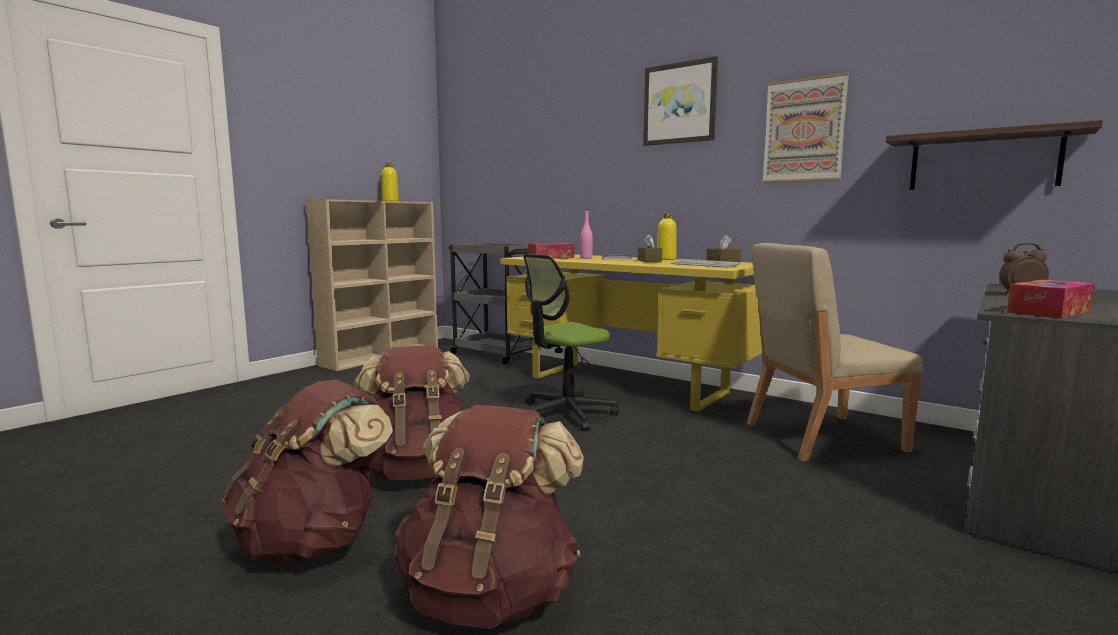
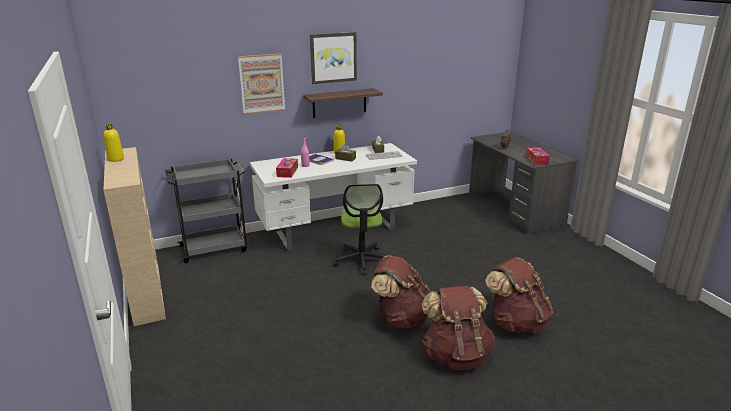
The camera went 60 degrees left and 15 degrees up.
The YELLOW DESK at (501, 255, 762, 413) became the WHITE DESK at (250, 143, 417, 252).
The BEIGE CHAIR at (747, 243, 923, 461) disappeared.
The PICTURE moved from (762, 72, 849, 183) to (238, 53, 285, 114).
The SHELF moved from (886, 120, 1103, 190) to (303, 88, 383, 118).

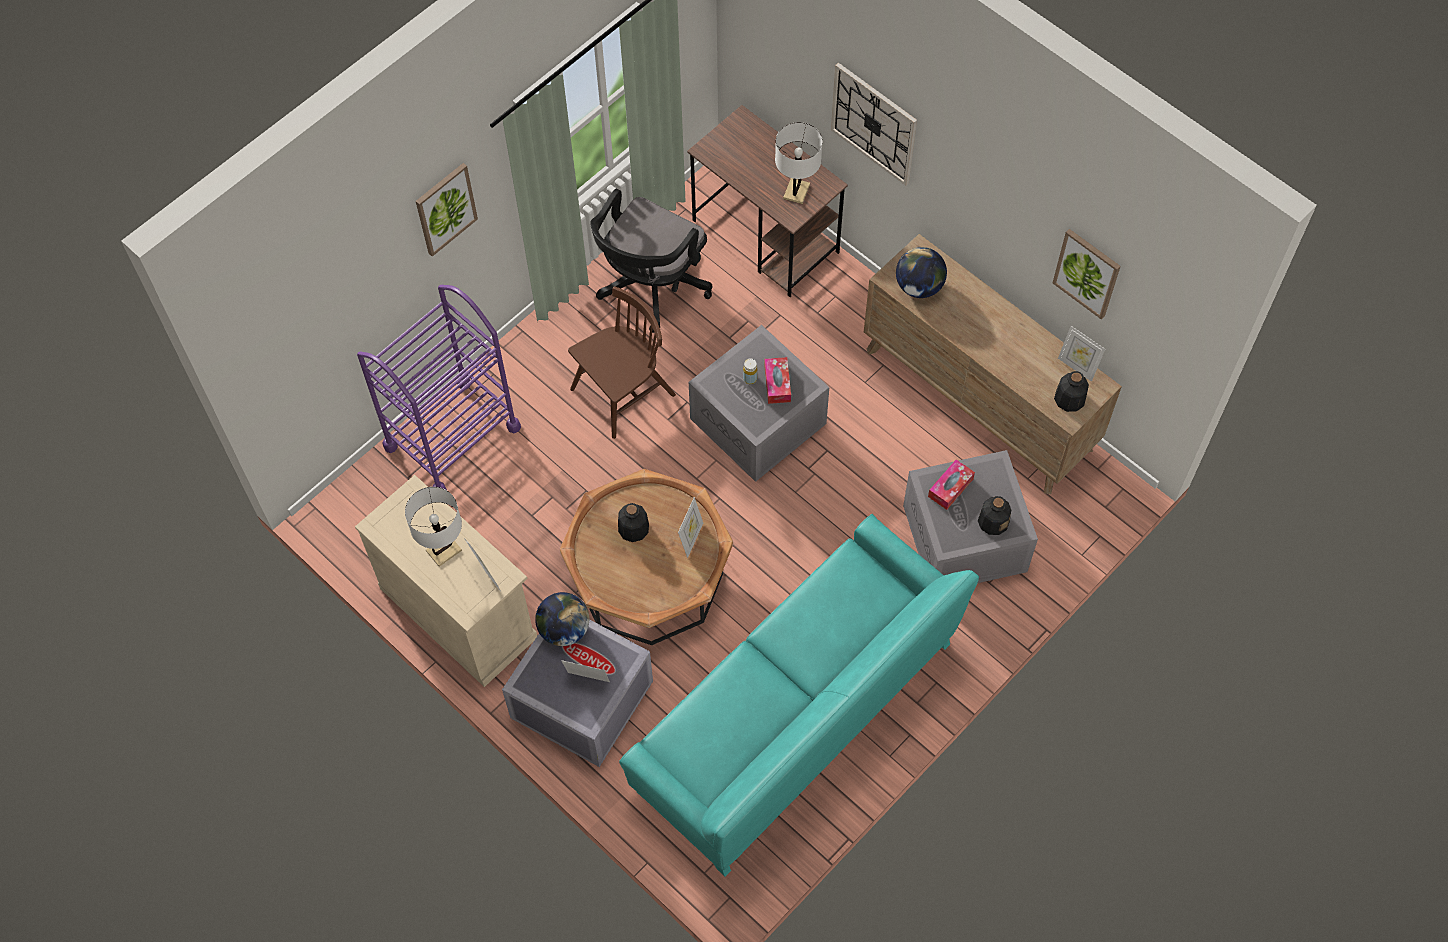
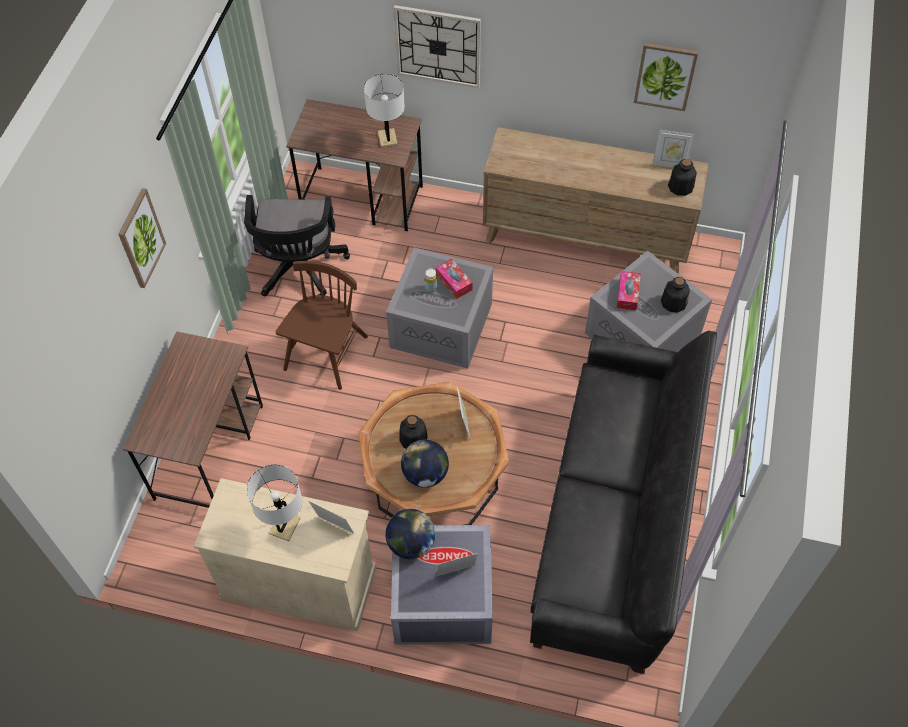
The camera went 30 degrees left and 5 degrees down.
The PURPLE CART at (357, 285, 521, 490) was replaced by the BROWN DESK at (123, 331, 263, 508).
The TURQUOISE SOFA at (619, 514, 979, 877) became the BLACK SOFA at (530, 330, 717, 674).
The GLOBE moved from (896, 247, 947, 298) to (401, 440, 449, 488).

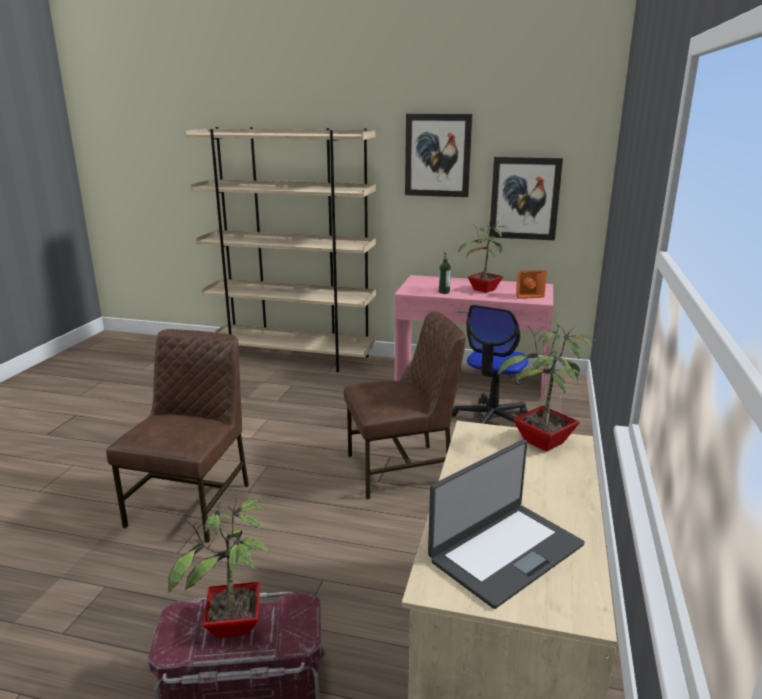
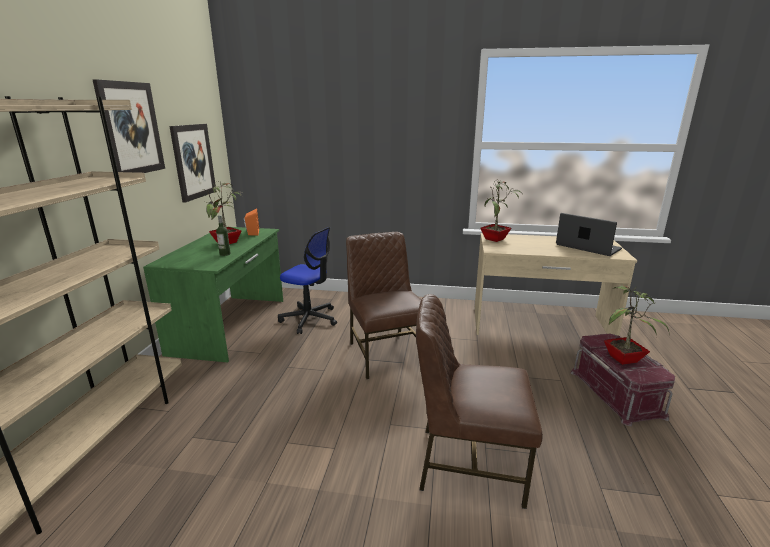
The camera went 95 degrees left and 0 degrees up.
The PINK DESK at (395, 275, 553, 401) became the GREEN DESK at (143, 227, 283, 363).

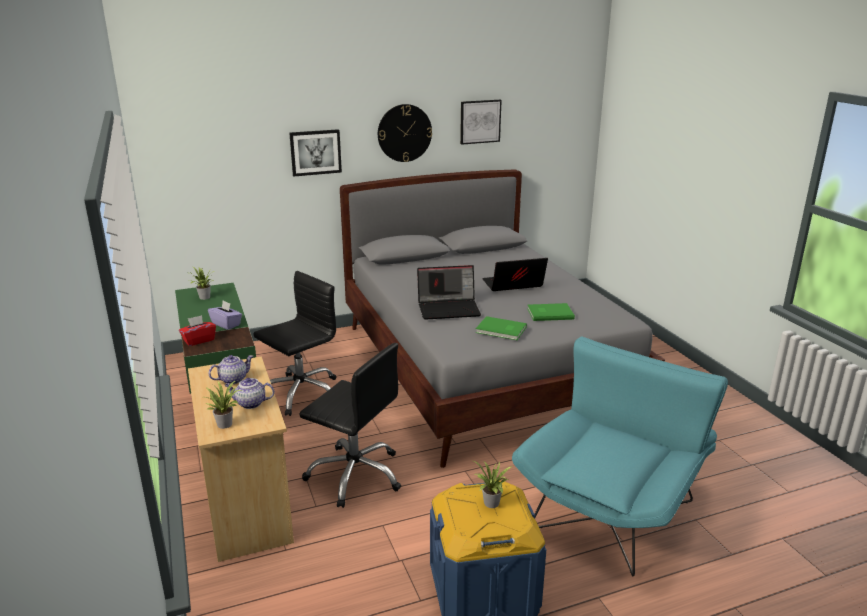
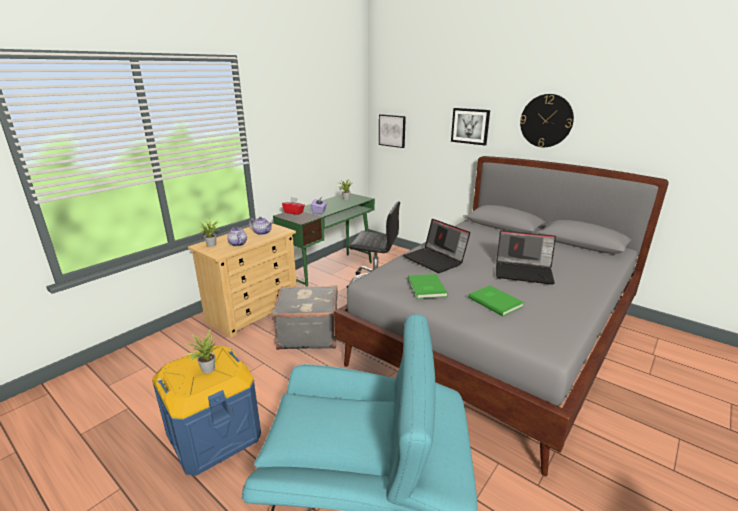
The camera went 60 degrees right and 0 degrees up.
The BLACK OFFICE CHAIR at (300, 343, 401, 508) was replaced by the GREY SUITCASE at (272, 285, 338, 350).
The PICTURE moved from (460, 100, 502, 145) to (379, 114, 406, 148).
The LAPTOP at (482, 258, 548, 291) turned 150 degrees clockwise.

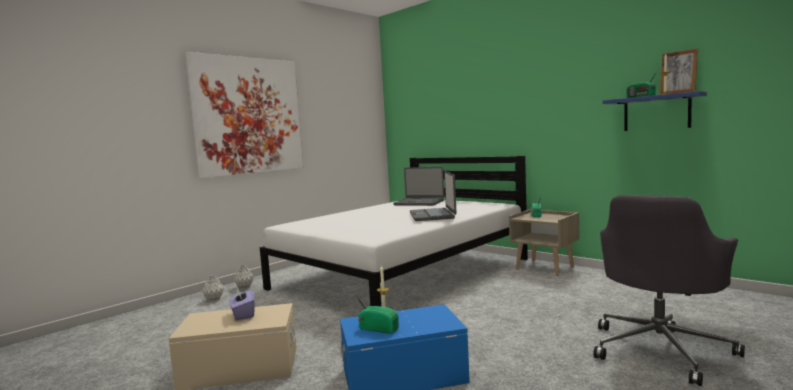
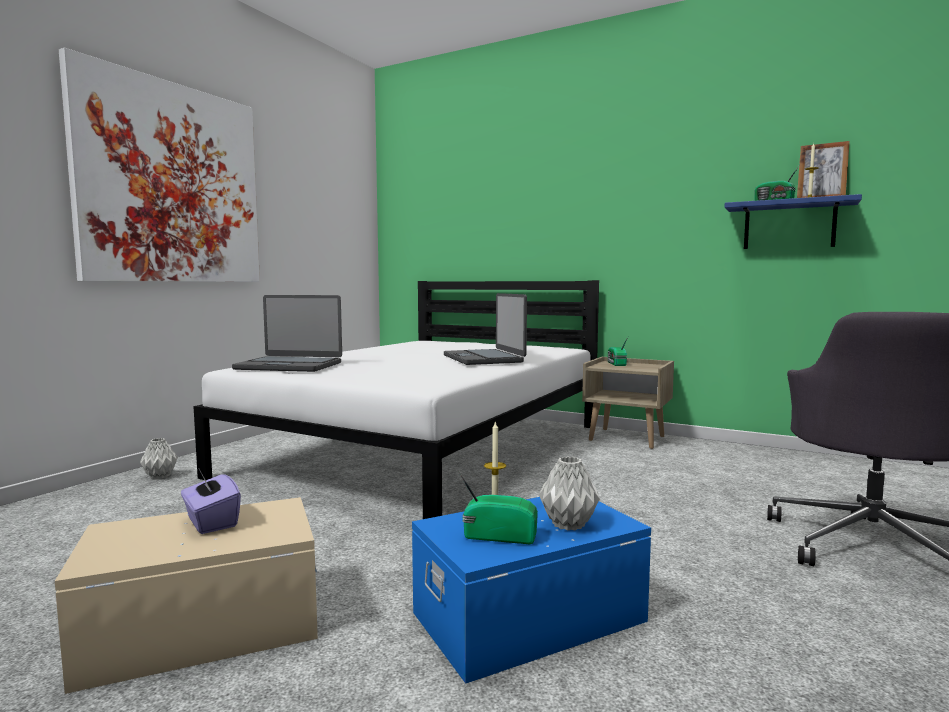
The camera went 15 degrees left and 0 degrees up.
The GREY VASE moved from (202, 276, 224, 302) to (539, 456, 600, 531).
The LAPTOP moved from (393, 167, 444, 206) to (232, 295, 342, 372).

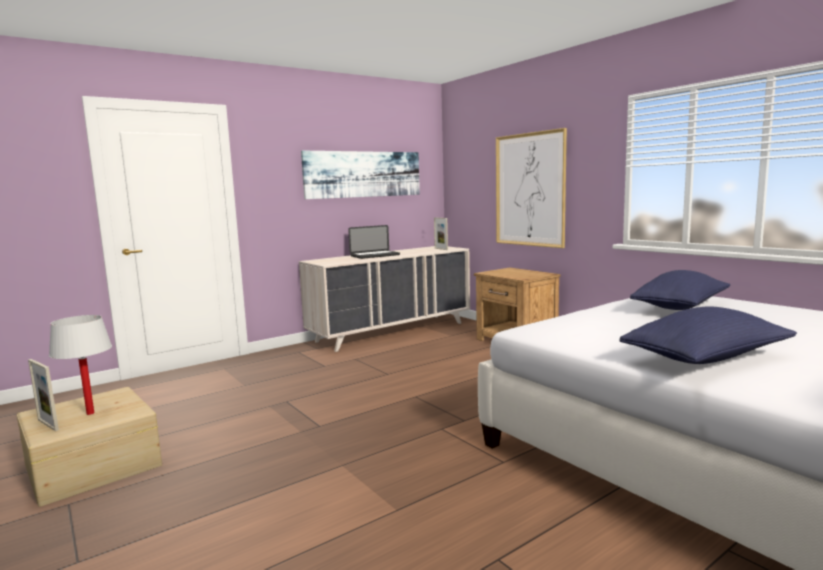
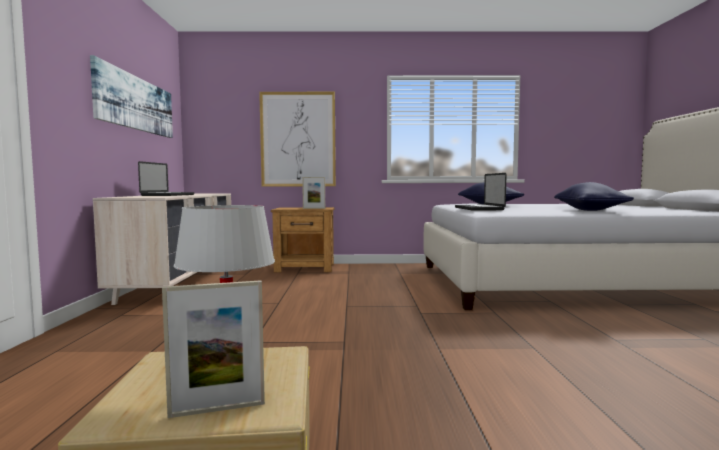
The camera went 55 degrees left and 5 degrees down.
The PICTURE FRAME moved from (434, 217, 448, 250) to (302, 177, 325, 209).
The LAPTOP at (455, 173, 507, 211) appeared.

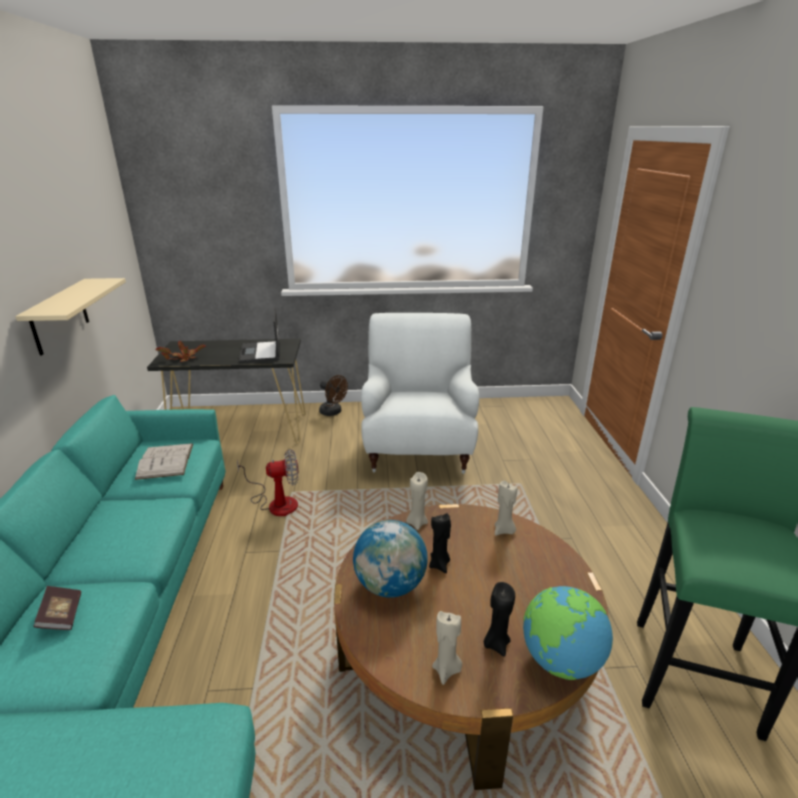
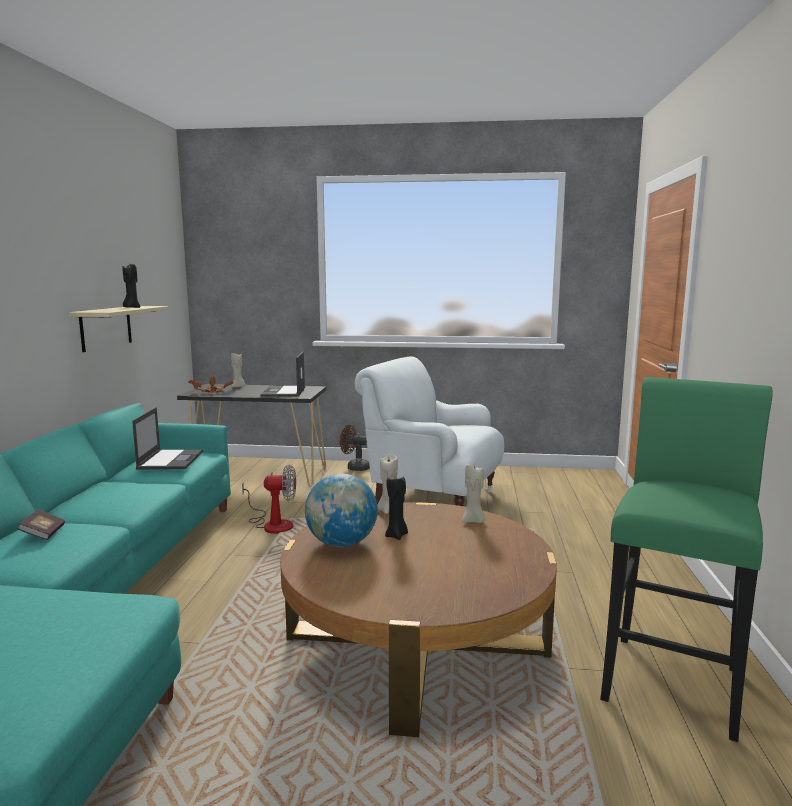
The camera went 10 degrees right and 15 degrees down.
The WHITE BOOK at (135, 443, 193, 480) was replaced by the LAPTOP at (132, 407, 203, 469).
The BROWN FAN at (319, 375, 348, 416) turned 150 degrees clockwise.
The WHITE ARMCHAIR at (361, 313, 479, 474) turned 75 degrees counterclockwise.
The BEIGE CANDLE moved from (432, 611, 462, 685) to (231, 353, 245, 387).
The BLACK CANDLE moved from (484, 582, 515, 657) to (122, 264, 140, 308).
The GLOBE at (523, 586, 613, 680) disappeared.

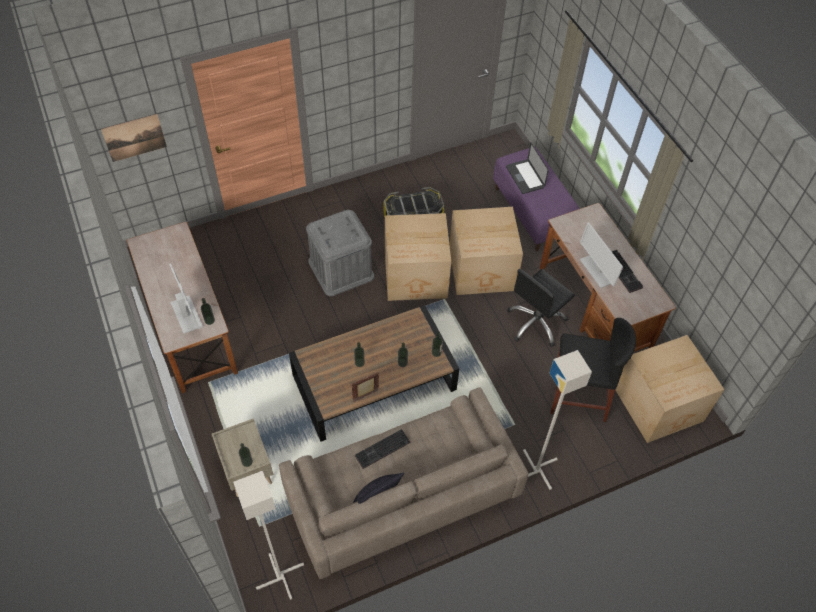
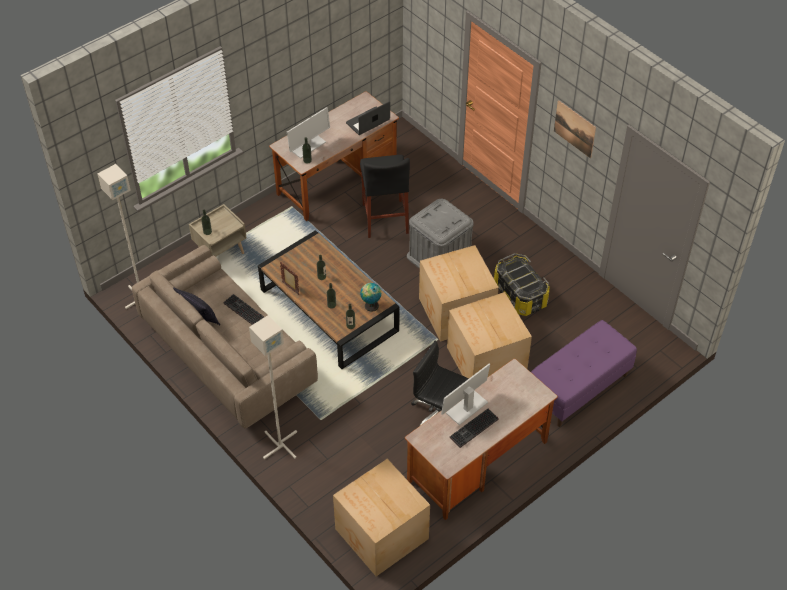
The camera went 75 degrees right and 5 degrees down.
The PICTURE moved from (101, 114, 167, 162) to (554, 100, 596, 158).
The LAPTOP moved from (506, 143, 549, 194) to (346, 101, 390, 135).
The BLACK STOOL moved from (550, 318, 636, 422) to (360, 155, 410, 238).
The GLOBE at (360, 283, 381, 312) appeared.

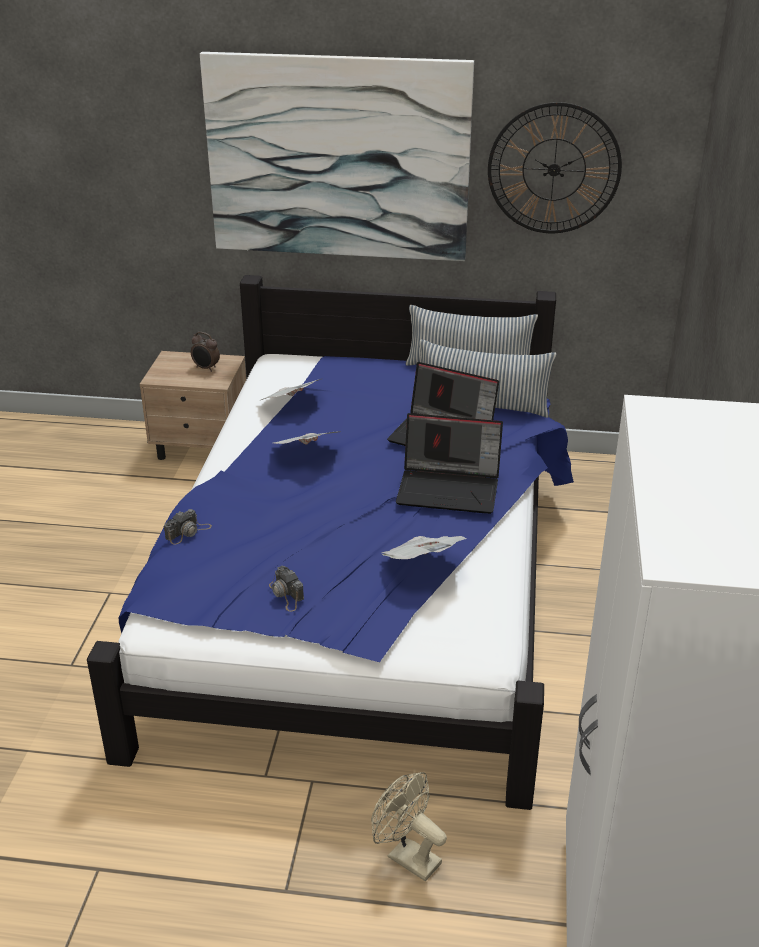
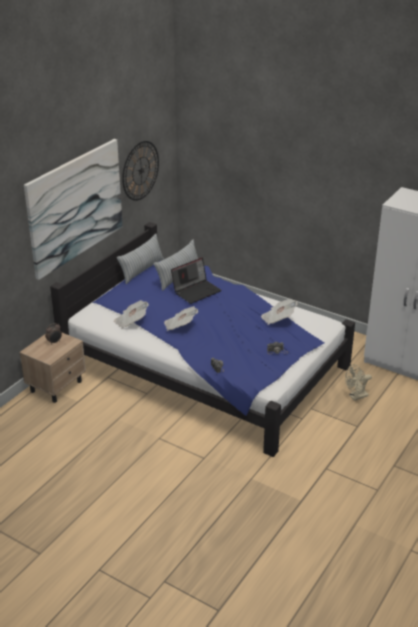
The camera went 65 degrees left and 0 degrees up.
The LAPTOP at (396, 413, 503, 514) disappeared.

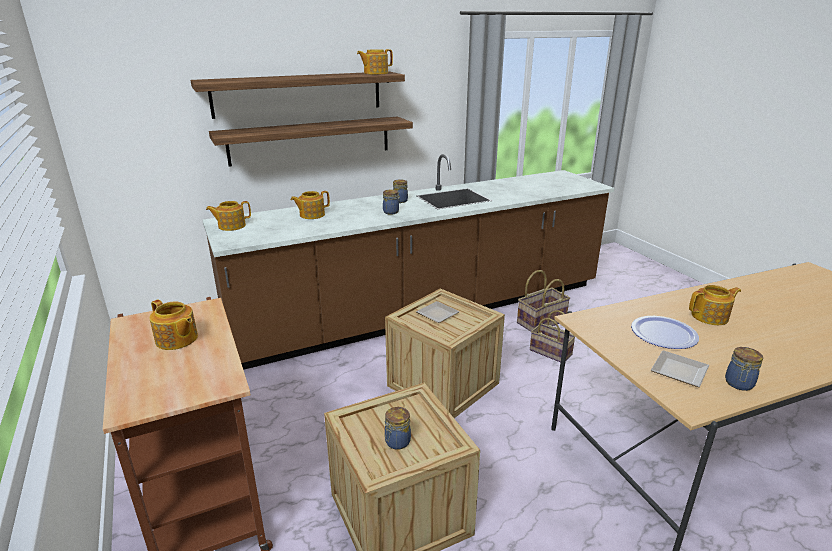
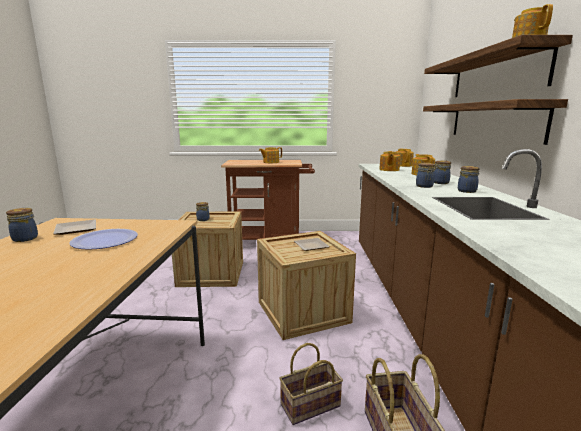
The camera went 115 degrees right and 10 degrees down.
The TEAPOT moved from (689, 285, 741, 325) to (379, 151, 400, 171).
The JAR at (434, 160, 451, 184) appeared.

